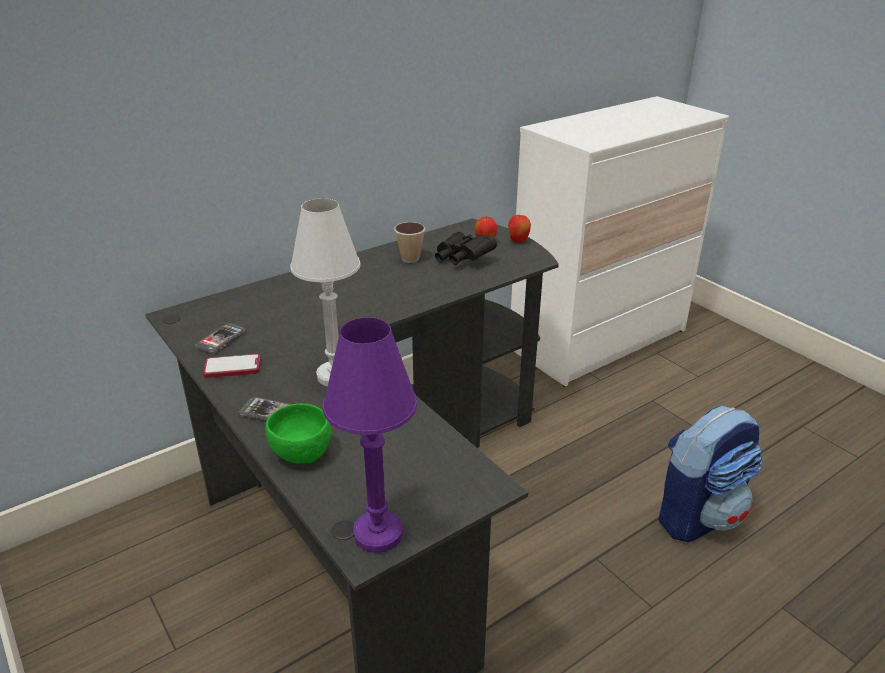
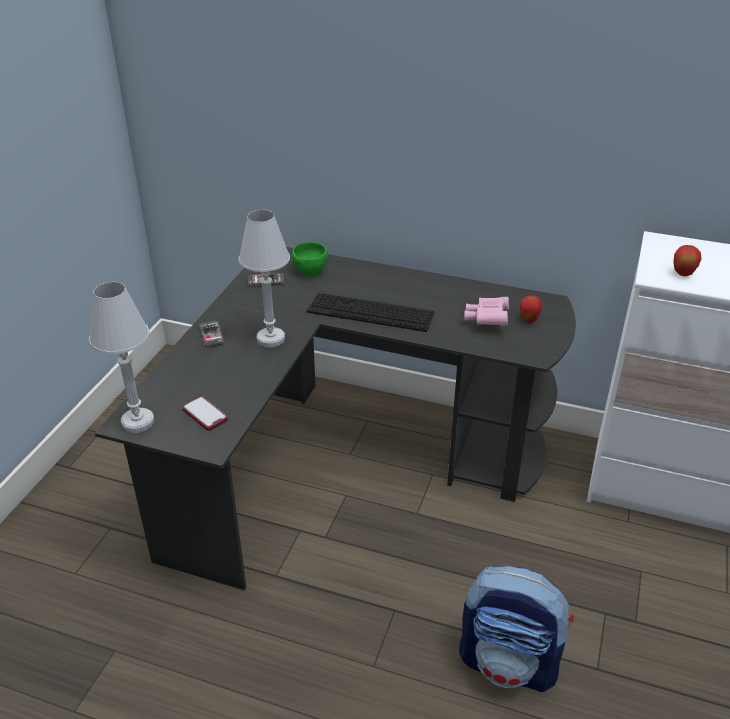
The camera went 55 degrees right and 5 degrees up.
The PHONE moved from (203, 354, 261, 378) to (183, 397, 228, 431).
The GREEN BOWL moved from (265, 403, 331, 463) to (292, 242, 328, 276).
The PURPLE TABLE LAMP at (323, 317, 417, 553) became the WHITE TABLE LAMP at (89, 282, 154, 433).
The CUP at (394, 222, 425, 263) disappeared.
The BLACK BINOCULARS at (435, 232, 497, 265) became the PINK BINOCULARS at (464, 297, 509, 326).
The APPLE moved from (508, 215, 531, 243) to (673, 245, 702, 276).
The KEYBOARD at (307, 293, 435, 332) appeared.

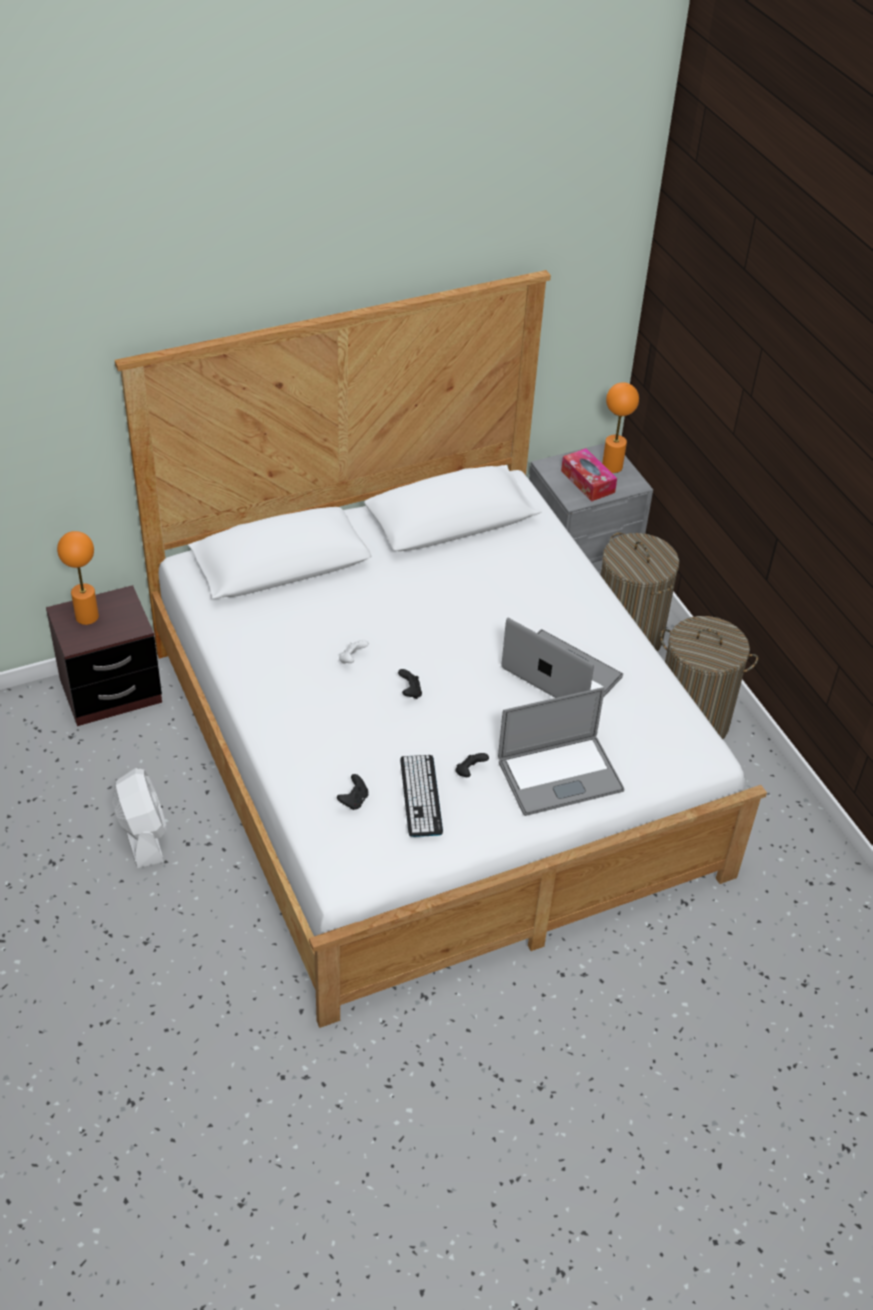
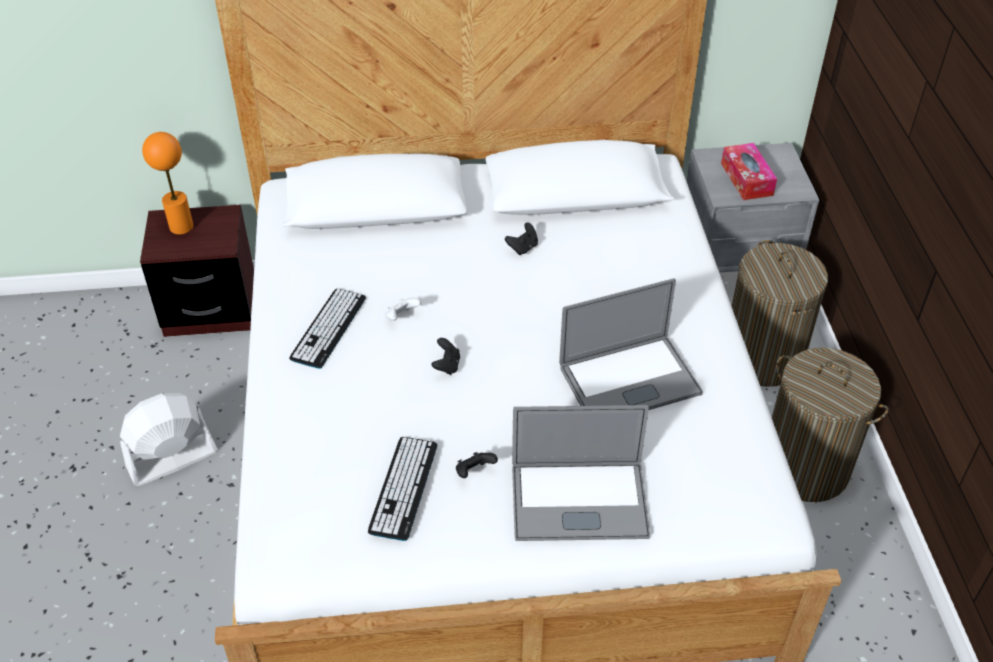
The camera went 20 degrees right and 0 degrees up.
The WHITE FAN at (112, 768, 166, 868) turned 120 degrees counterclockwise.
The BLACK GAME CONTROLLER moved from (337, 774, 368, 810) to (505, 223, 538, 255).
The LAPTOP at (501, 618, 623, 698) turned 105 degrees clockwise.
The ORANGE TABLE LAMP at (602, 382, 639, 473) disappeared.
The KEYBOARD at (289, 288, 366, 369) appeared.

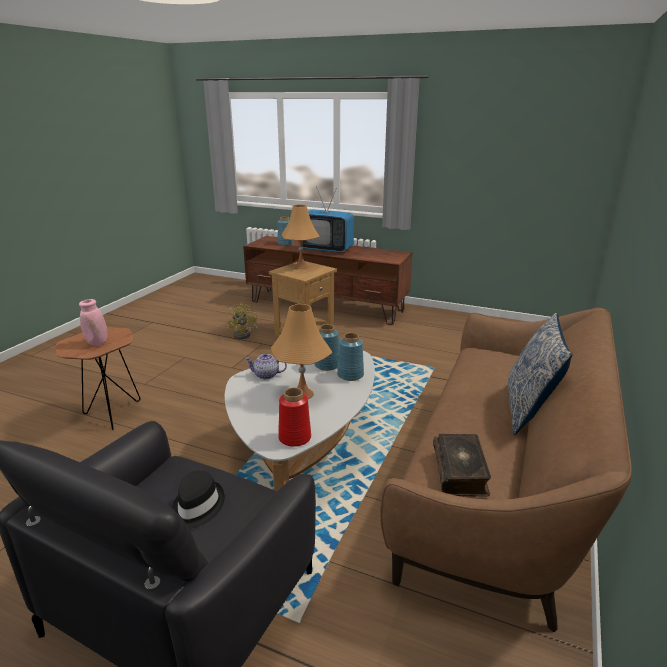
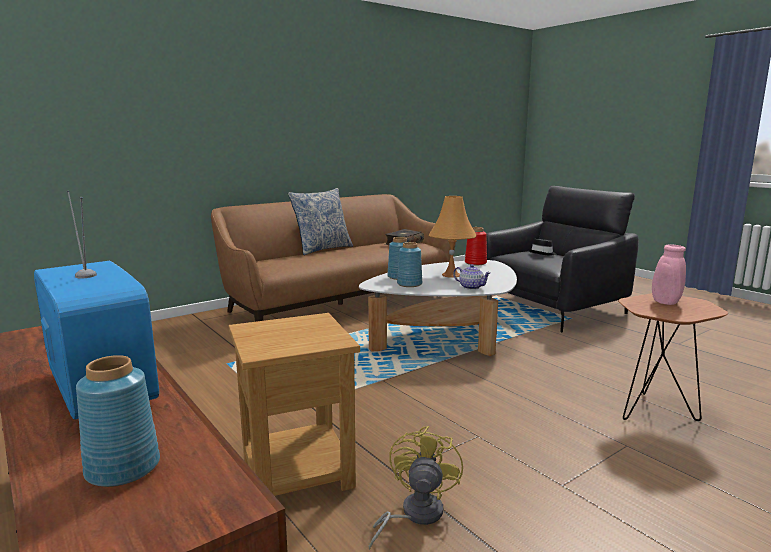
The camera went 150 degrees left and 10 degrees down.
The ORANGE TABLE LAMP at (282, 204, 320, 269) disappeared.

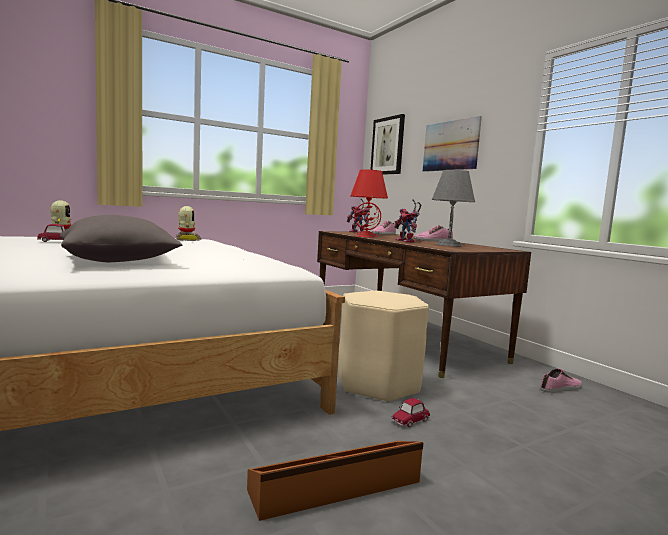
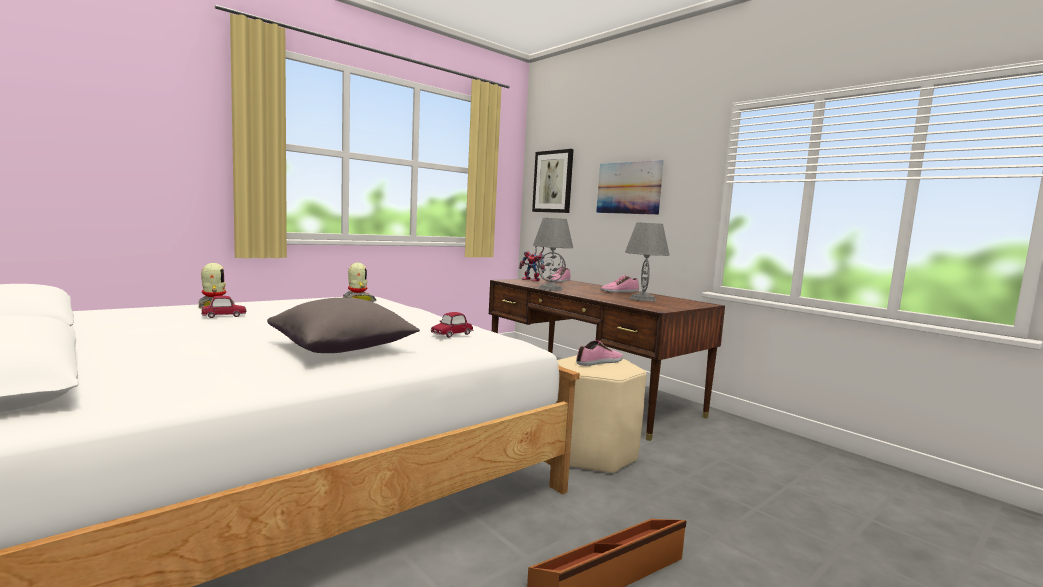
The camera went 10 degrees left and 0 degrees up.
The RED TABLE LAMP at (350, 169, 388, 238) became the GREY TABLE LAMP at (533, 218, 573, 291).
The TOY CAR moved from (392, 398, 430, 427) to (431, 312, 473, 338).
The TOY ROBOT at (394, 199, 421, 242) disappeared.
The SHOE moved from (540, 369, 582, 393) to (576, 340, 623, 366).

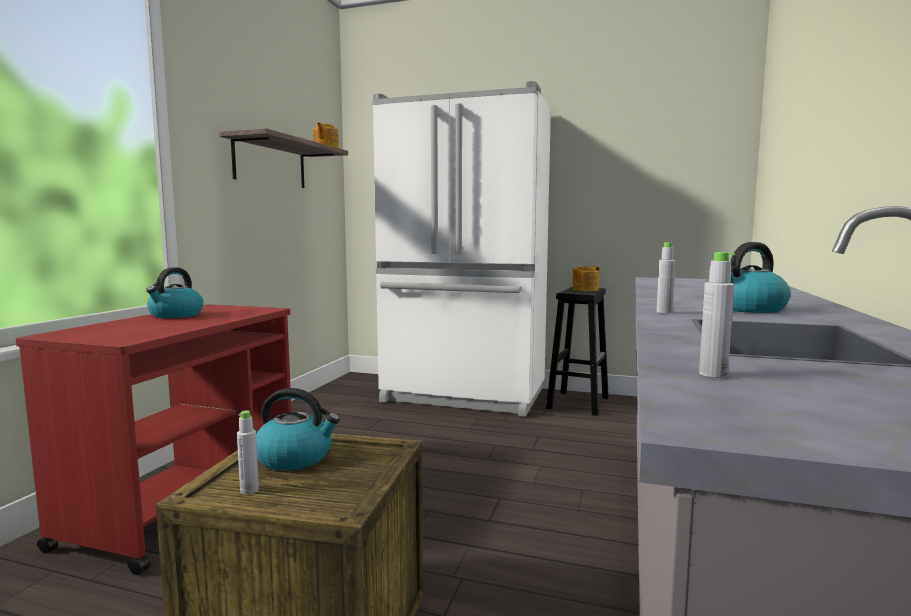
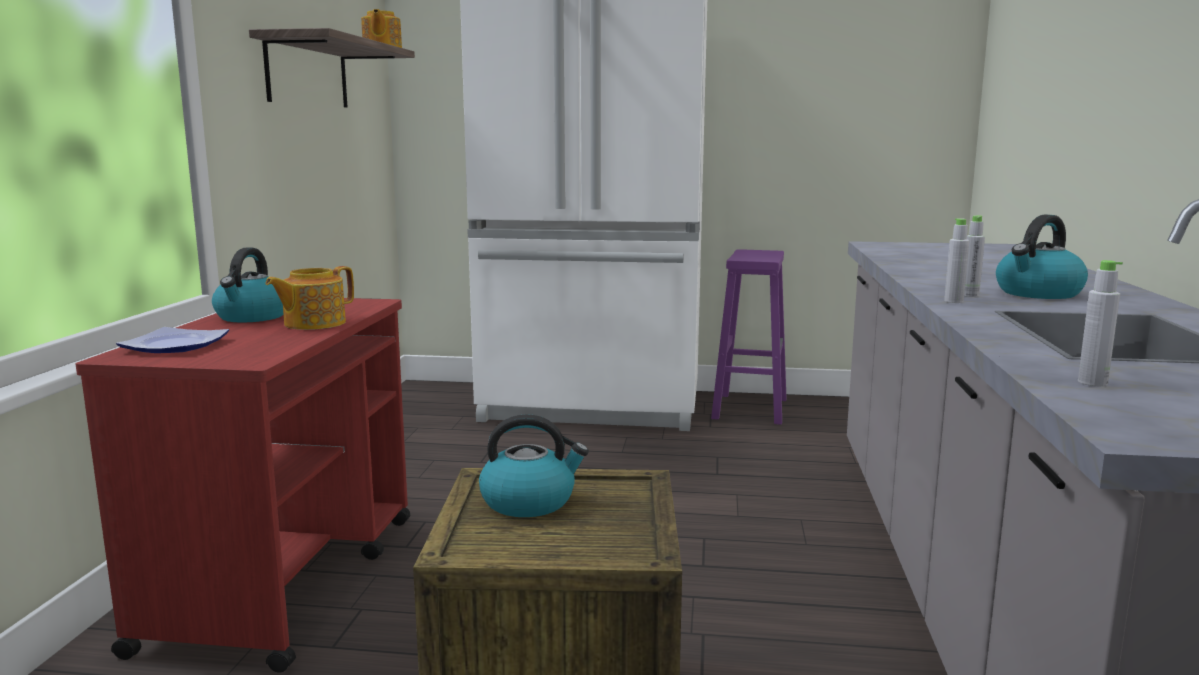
The camera went 10 degrees left and 5 degrees up.
The GREY BOTTLE moved from (237, 411, 259, 494) to (964, 215, 985, 297).
The BLACK STOOL at (546, 287, 609, 416) became the PURPLE STOOL at (711, 249, 787, 425).
The TEAPOT moved from (572, 266, 600, 291) to (265, 266, 354, 330).
The PLATE at (116, 327, 229, 353) appeared.

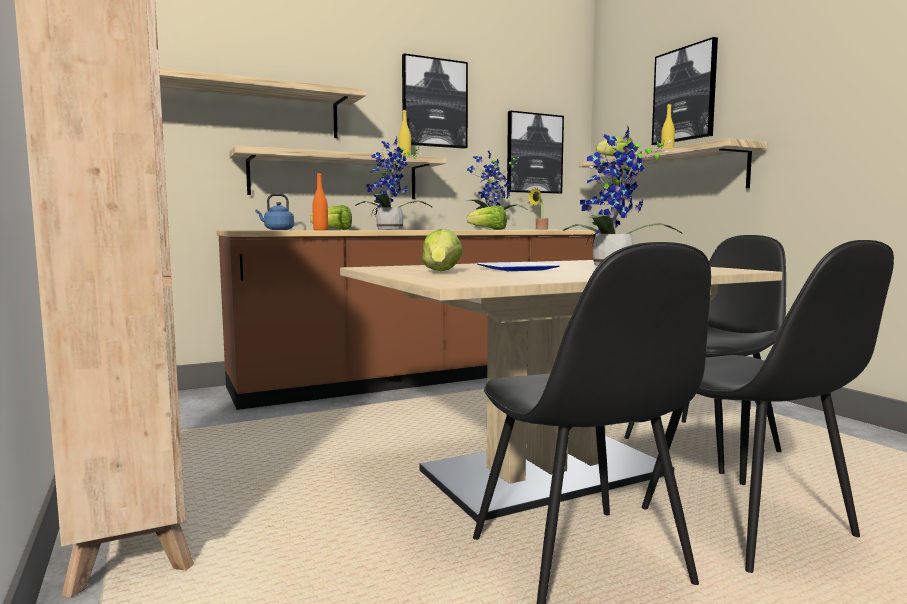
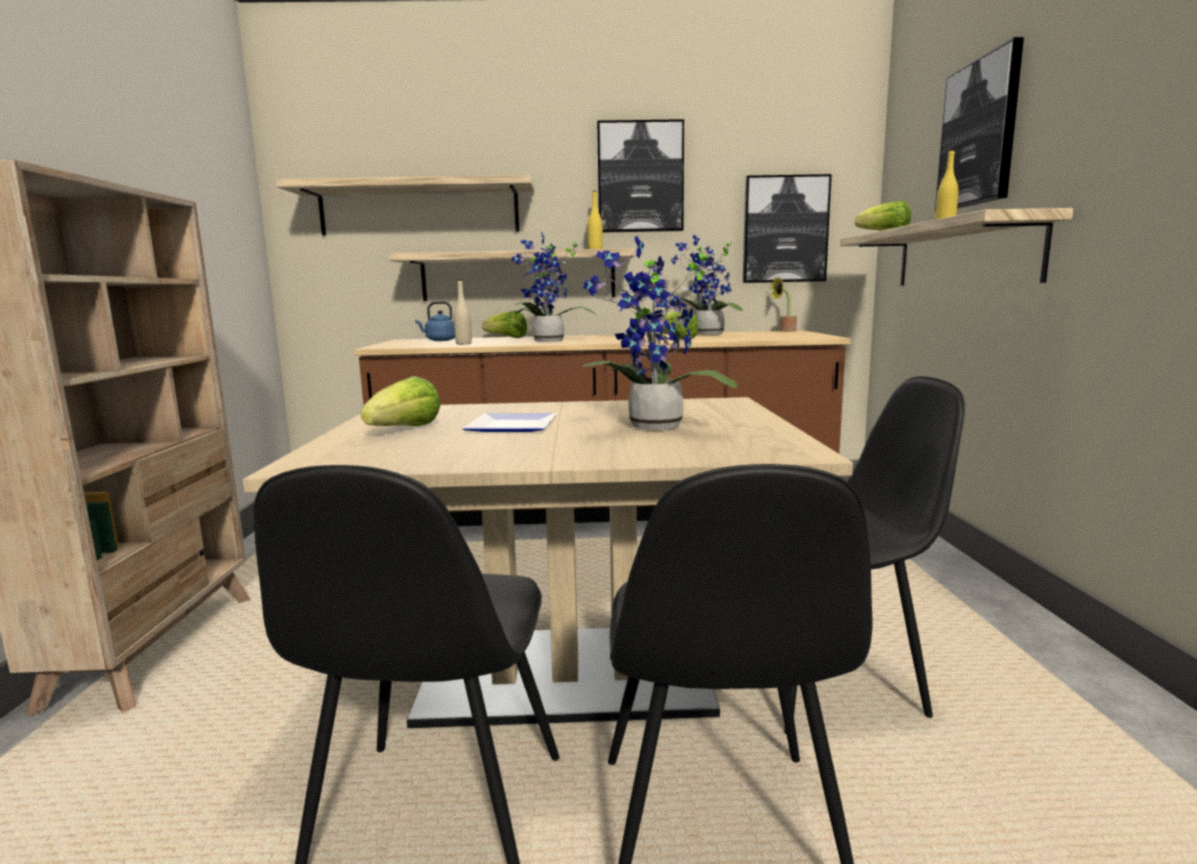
The camera went 25 degrees right and 5 degrees up.
The ORANGE BOTTLE at (312, 172, 328, 230) became the BEIGE BOTTLE at (454, 280, 472, 345).

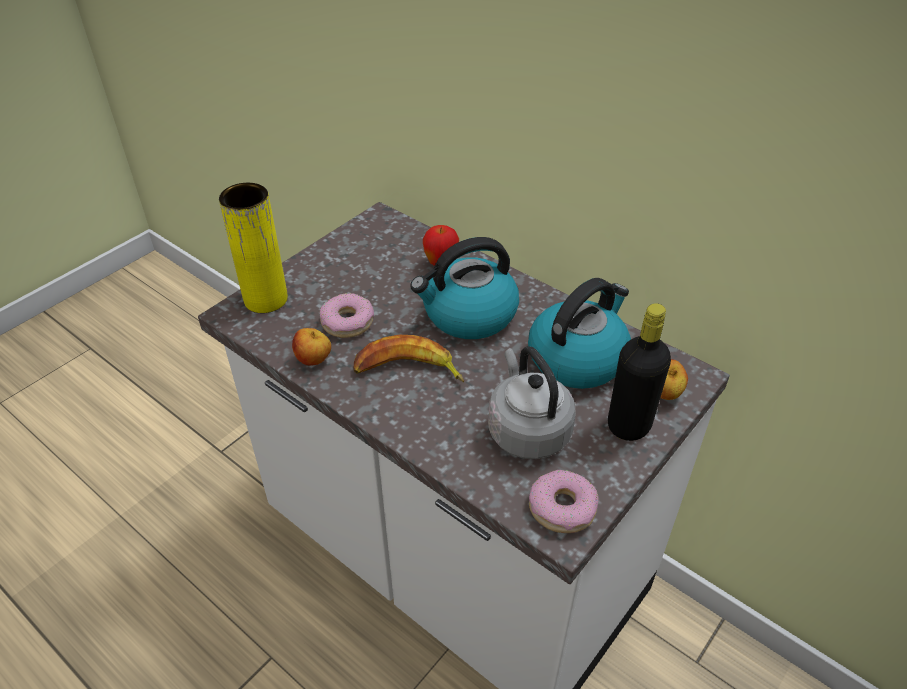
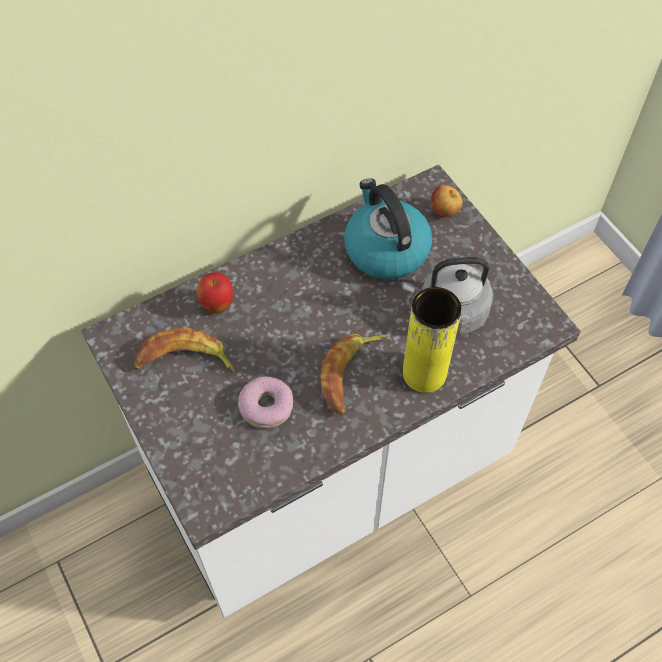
The camera went 70 degrees left and 15 degrees up.
The YELLOW VASE moved from (219, 183, 288, 313) to (403, 287, 462, 393).
The APPLE at (292, 328, 331, 366) disappeared.
The KETTLE at (410, 237, 519, 339) disappeared.
The DONUT at (529, 470, 599, 533) disappeared.
The BLACK BOTTLE at (608, 303, 671, 441) disappeared.
The BANANA at (134, 328, 235, 373) appeared.

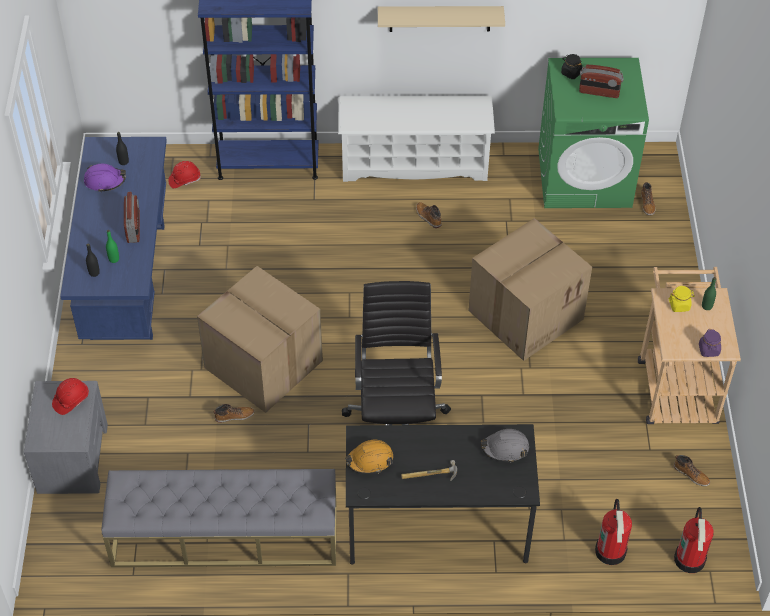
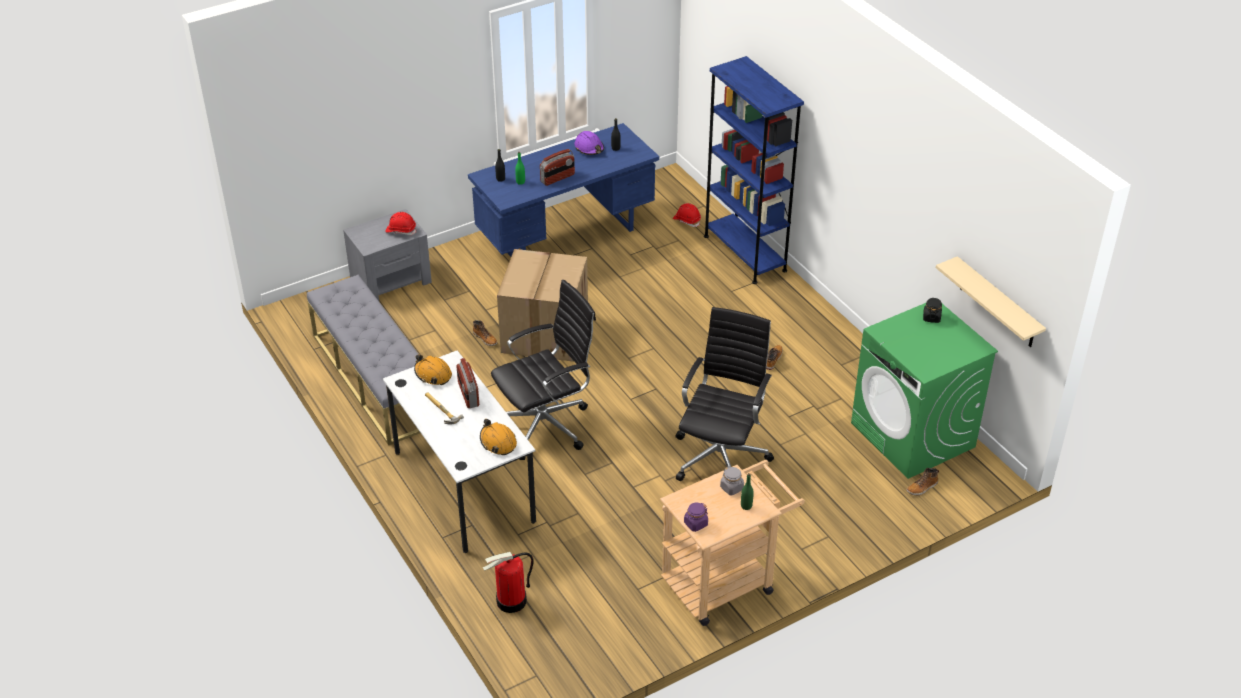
The camera went 60 degrees right and 10 degrees down.
The WHITE SHOE RACK at (338, 96, 495, 182) disappeared.
The BLACK DESK at (346, 424, 540, 565) became the WHITE DESK at (383, 350, 536, 553).
The BEIGE SHELF moved from (378, 6, 505, 32) to (936, 256, 1046, 347).
The CARDBOARD BOX at (468, 218, 592, 361) was replaced by the BLACK OFFICE CHAIR at (675, 307, 774, 481).
The GREY HARD HAT at (481, 429, 529, 463) became the ORANGE HARD HAT at (480, 419, 517, 455).
The RADIO moved from (579, 65, 624, 98) to (456, 358, 479, 408).
The YELLOW JAR at (669, 286, 695, 312) became the GREY JAR at (720, 466, 744, 495).
The BOOT at (674, 455, 710, 486) disappeared.
The FIRE EXTINGUISHER at (674, 507, 714, 573) disappeared.

